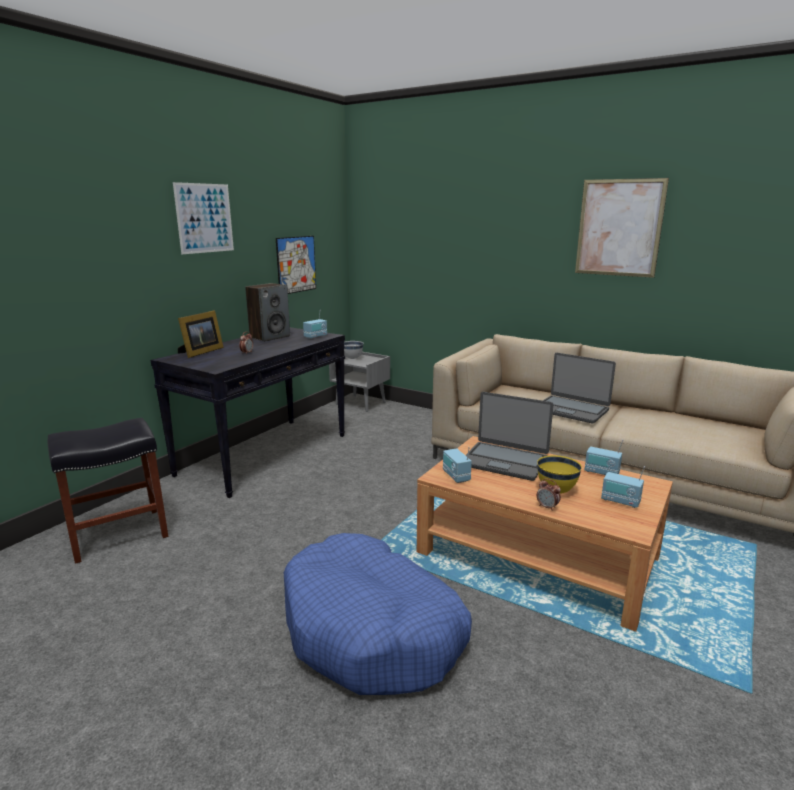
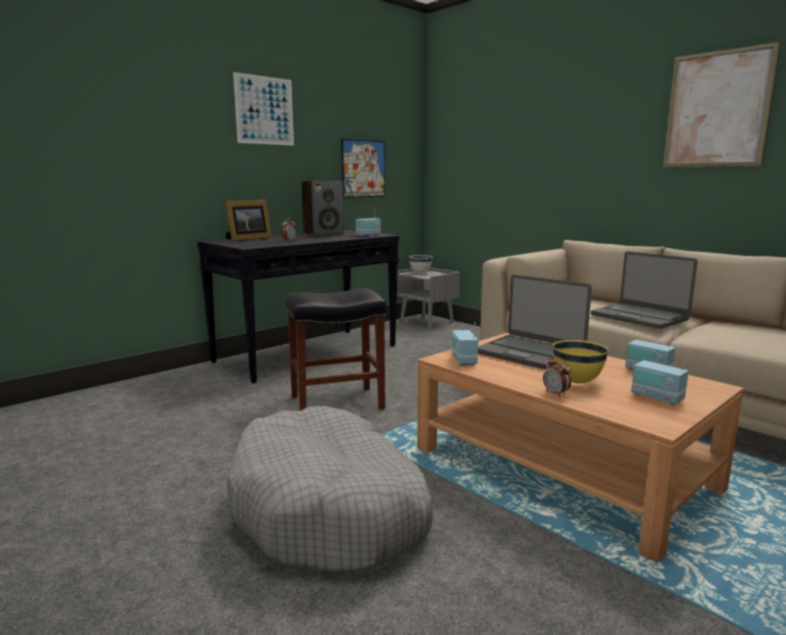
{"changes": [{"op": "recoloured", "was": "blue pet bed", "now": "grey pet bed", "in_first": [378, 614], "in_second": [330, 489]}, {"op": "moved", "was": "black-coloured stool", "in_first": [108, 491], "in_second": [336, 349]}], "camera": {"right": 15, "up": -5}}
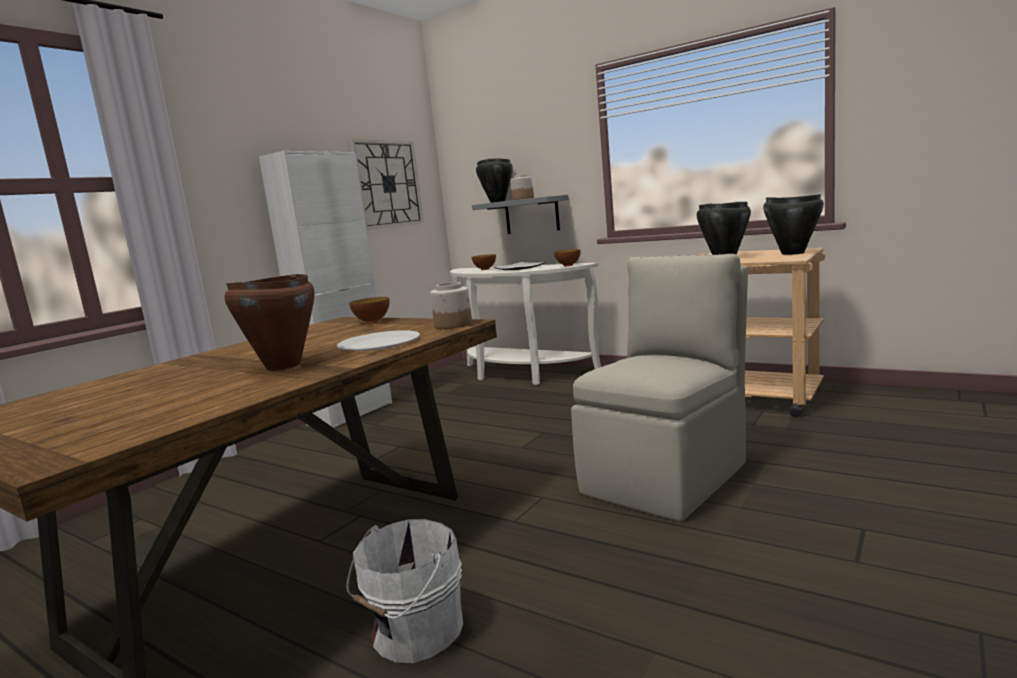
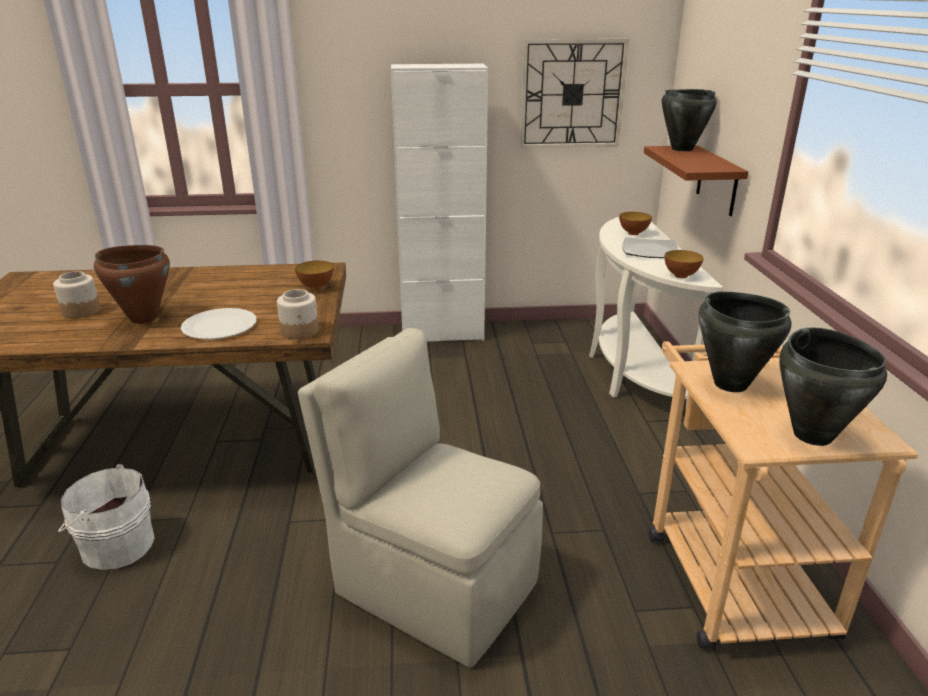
{"changes": [{"op": "moved", "was": "preserve jar", "in_first": [522, 187], "in_second": [76, 294]}, {"op": "turned", "was": "sand-coloured chair", "in_first": [659, 387], "in_second": [420, 497], "clockwise": -150}, {"op": "recoloured", "was": "grey shelf", "now": "brown shelf", "in_first": [520, 214], "in_second": [696, 180]}], "camera": {"right": 50, "up": 15}}
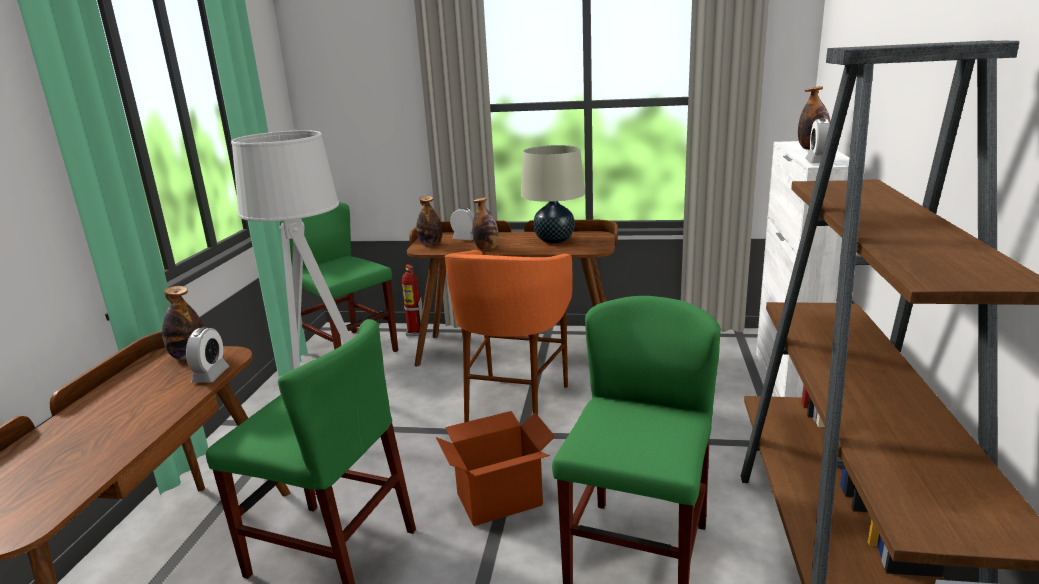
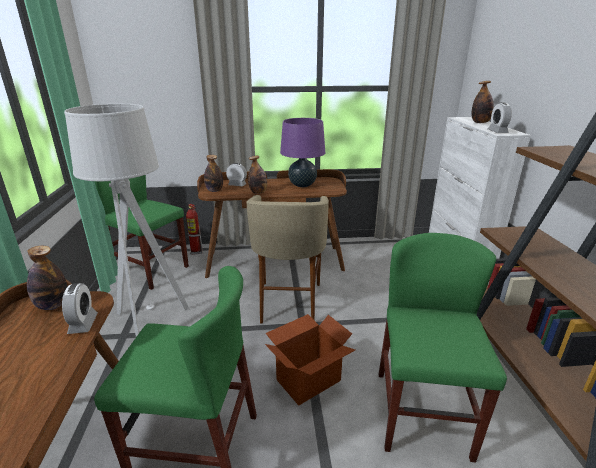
{"changes": [{"op": "recoloured", "was": "orangey stool", "now": "sand-coloured stool", "in_first": [508, 336], "in_second": [287, 259]}, {"op": "recoloured", "was": "sand-coloured table lamp", "now": "purple table lamp", "in_first": [553, 194], "in_second": [302, 152]}], "camera": {"right": -15, "up": 5}}
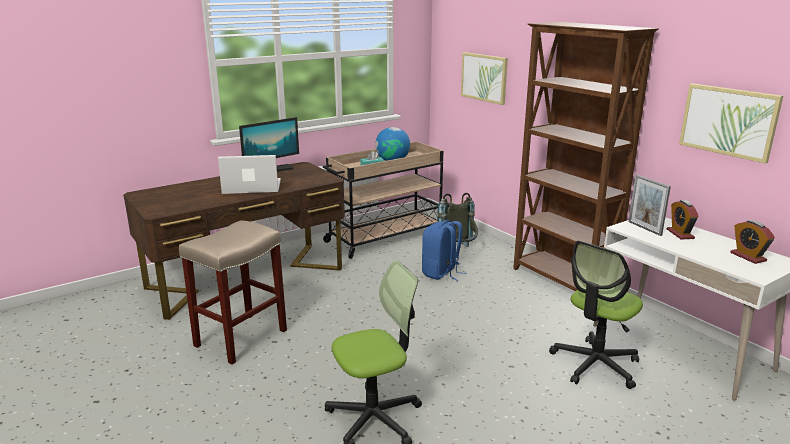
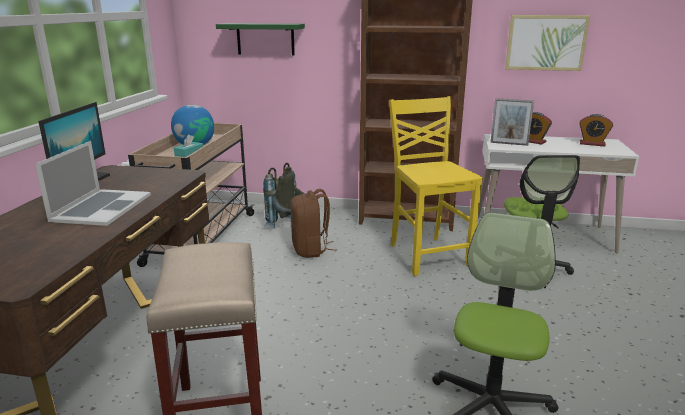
{"changes": [{"op": "turned", "was": "portable computer", "in_first": [249, 174], "in_second": [93, 183], "clockwise": 150}, {"op": "replaced", "was": "picture", "now": "green shelf", "in_first": [484, 78], "in_second": [260, 39]}, {"op": "recoloured", "was": "blue backpack", "now": "brown backpack", "in_first": [444, 250], "in_second": [314, 223]}, {"op": "added", "now": "yellow-coloured chair", "in_second": [436, 186]}], "camera": {"right": -45, "up": 0}}
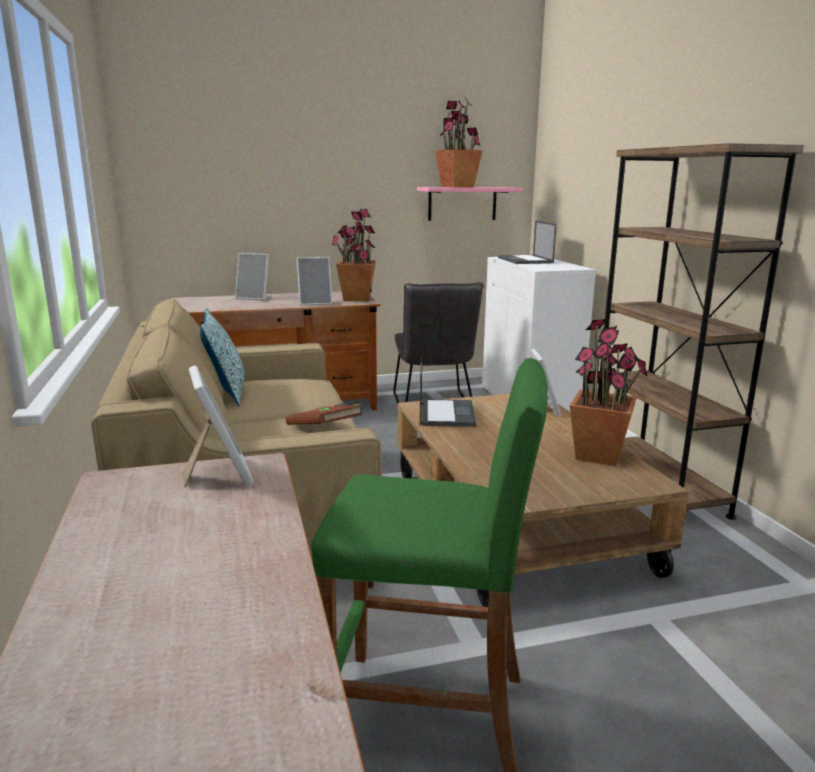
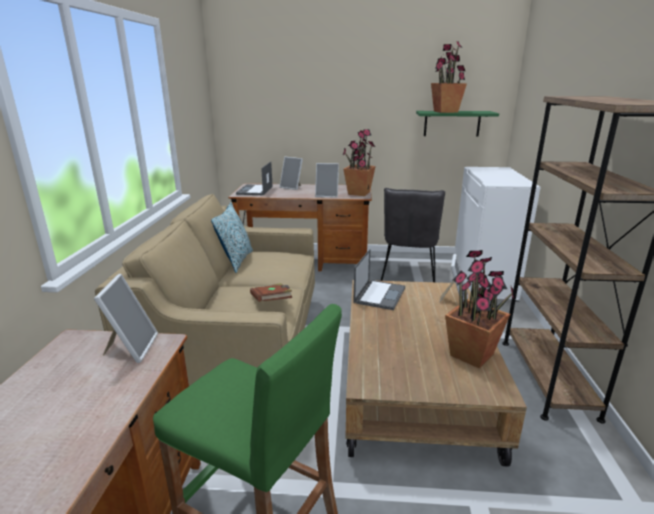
{"changes": [{"op": "moved", "was": "portable computer", "in_first": [527, 242], "in_second": [254, 178]}, {"op": "recoloured", "was": "pinkish shelf", "now": "green shelf", "in_first": [470, 204], "in_second": [457, 124]}], "camera": {"right": 20, "up": 5}}
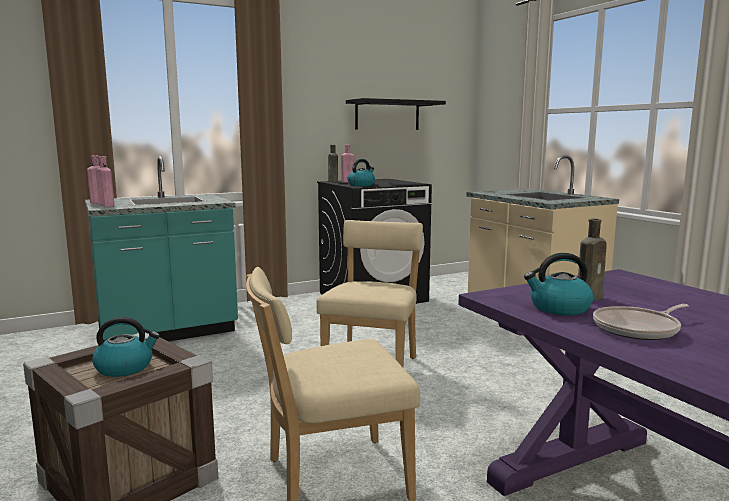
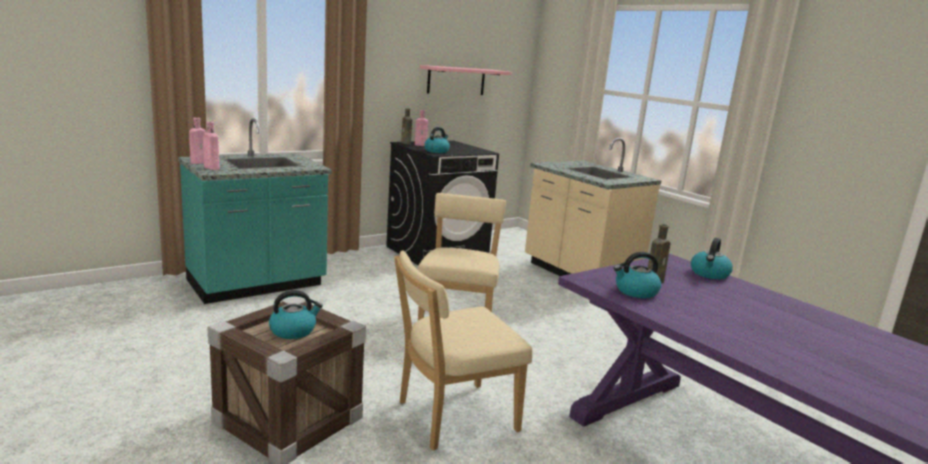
{"changes": [{"op": "recoloured", "was": "black-coloured shelf", "now": "pinkish shelf", "in_first": [396, 114], "in_second": [466, 80]}, {"op": "added", "now": "kettle", "in_second": [712, 258]}, {"op": "removed", "was": "skillet", "in_first": [641, 322]}], "camera": {"right": -10, "up": 5}}
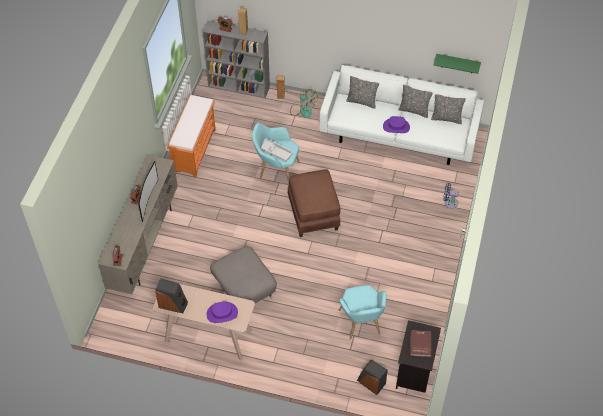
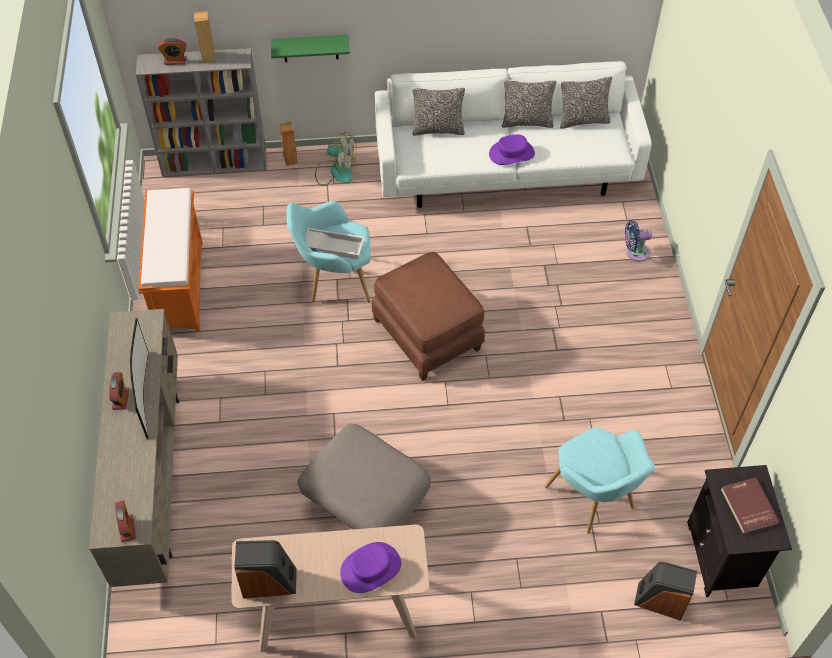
{"changes": [{"op": "moved", "was": "green shelf", "in_first": [457, 64], "in_second": [310, 48]}], "camera": {"right": -20, "up": 0}}
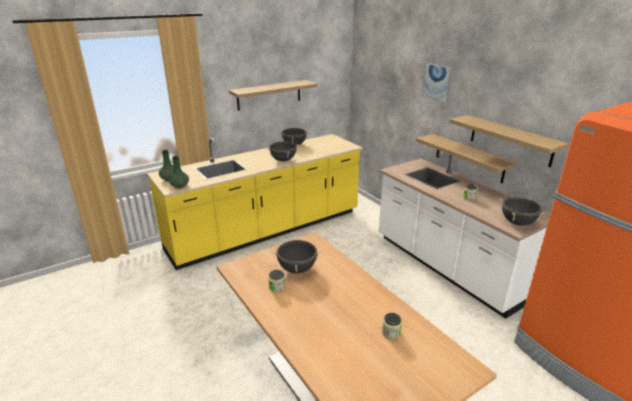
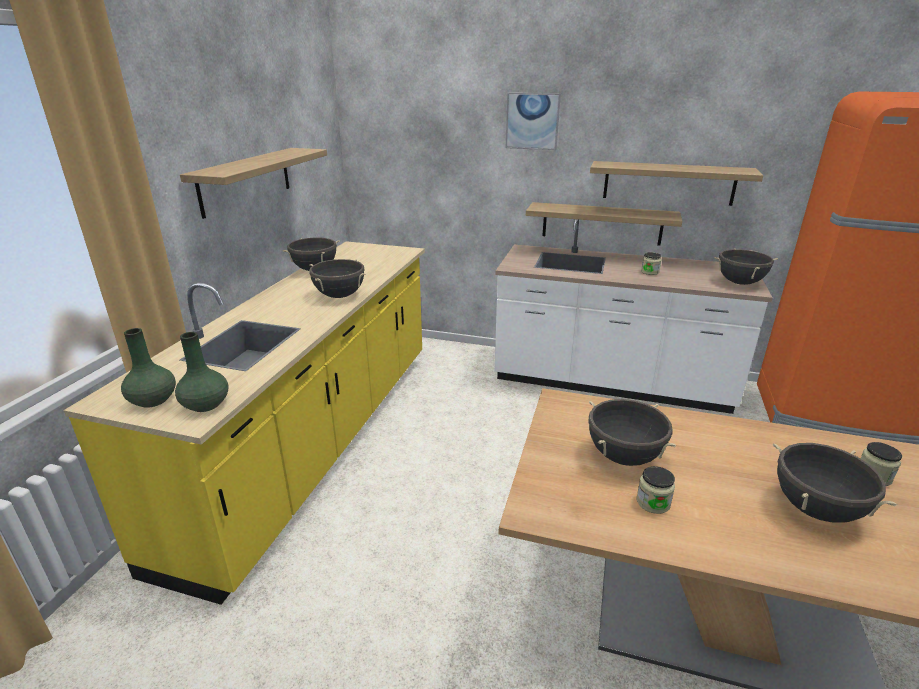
{"changes": [{"op": "added", "now": "black-coloured cooking pot", "in_second": [834, 483]}], "camera": {"right": -40, "up": 0}}
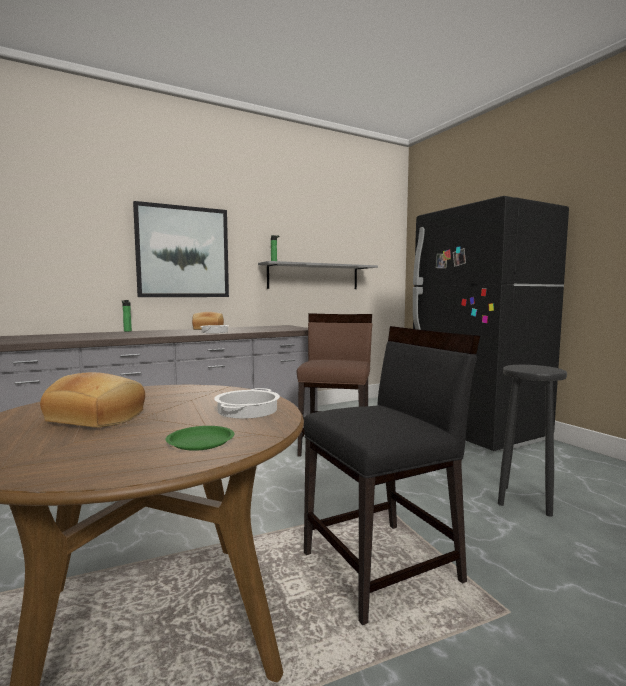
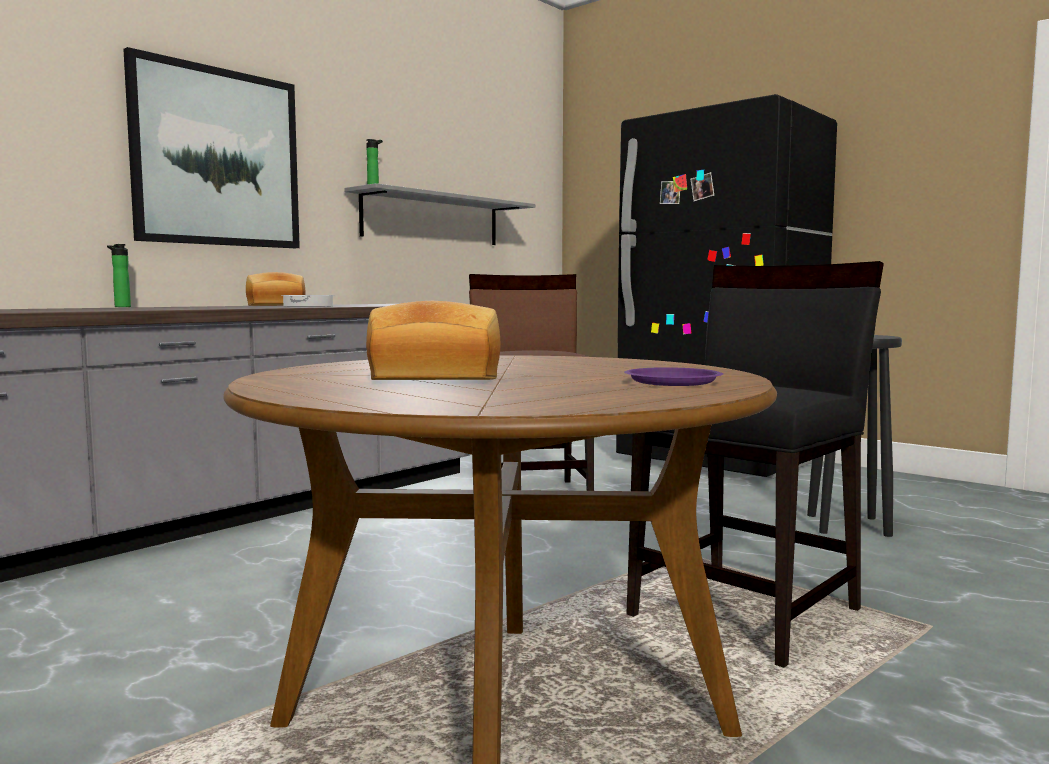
{"changes": [{"op": "recoloured", "was": "green plate", "now": "purple plate", "in_first": [200, 438], "in_second": [673, 376]}, {"op": "removed", "was": "cooking pot", "in_first": [247, 403]}], "camera": {"right": -20, "up": 0}}
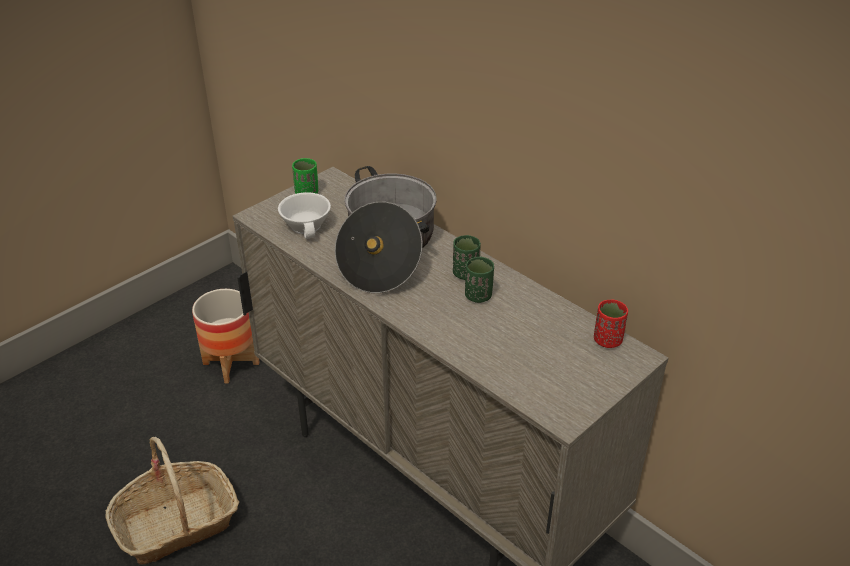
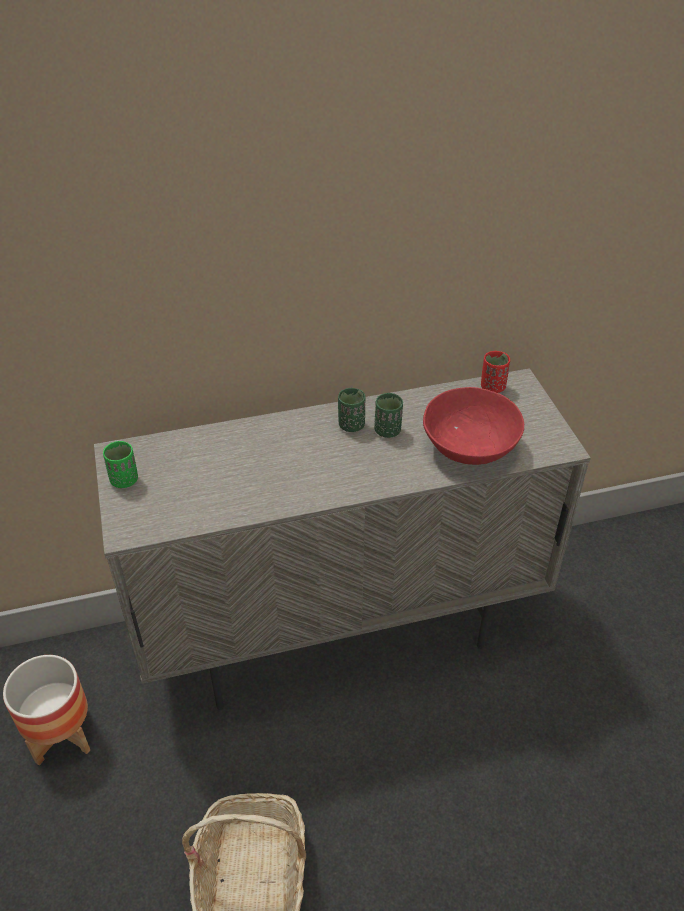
{"changes": [{"op": "added", "now": "red-coloured bowl", "in_second": [473, 426]}, {"op": "removed", "was": "whitish small cup", "in_first": [304, 215]}, {"op": "removed", "was": "cooking pot", "in_first": [386, 229]}], "camera": {"right": -60, "up": 5}}
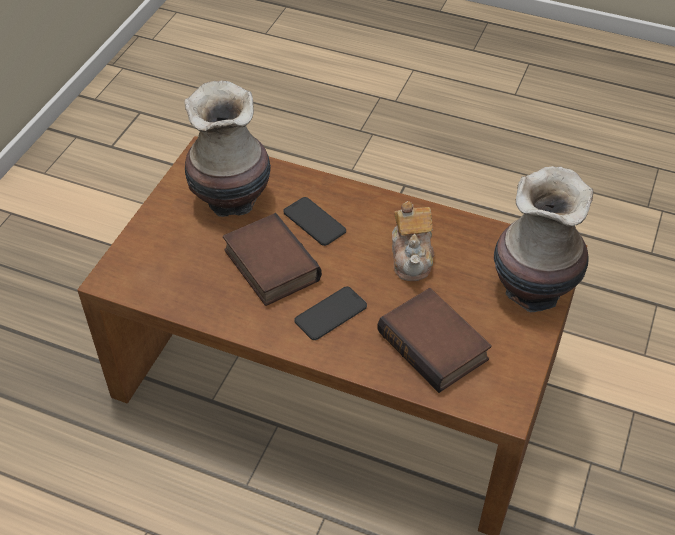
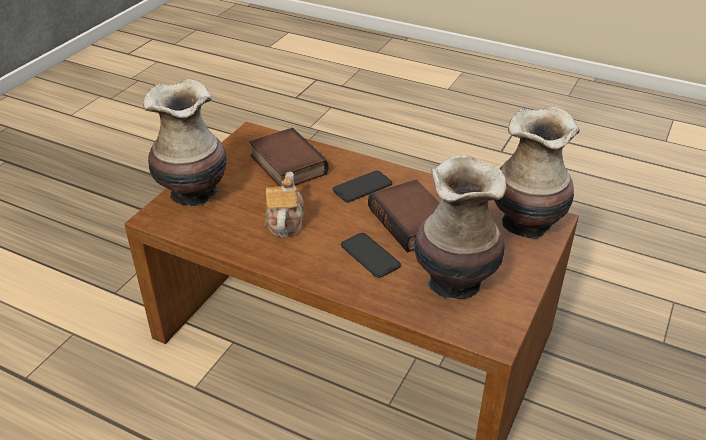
{"changes": [{"op": "added", "now": "flower vase", "in_second": [537, 172]}], "camera": {"right": -175, "up": -10}}
